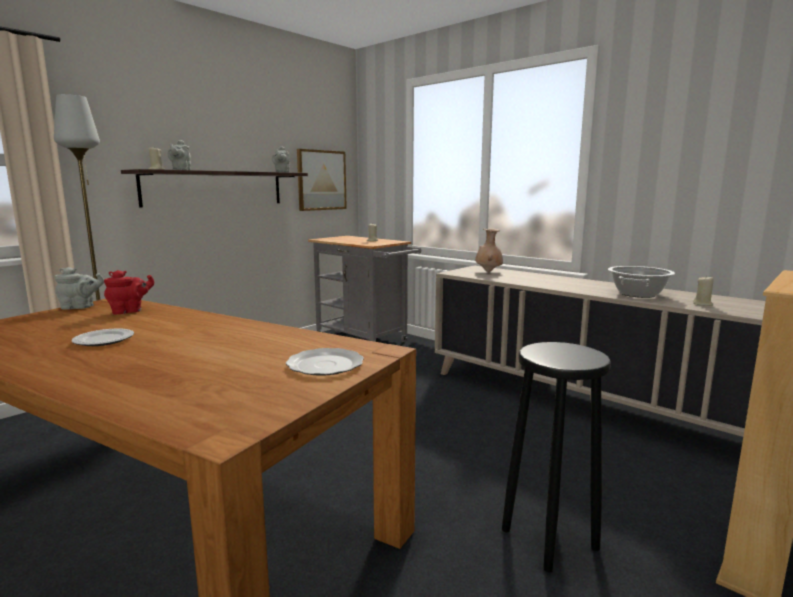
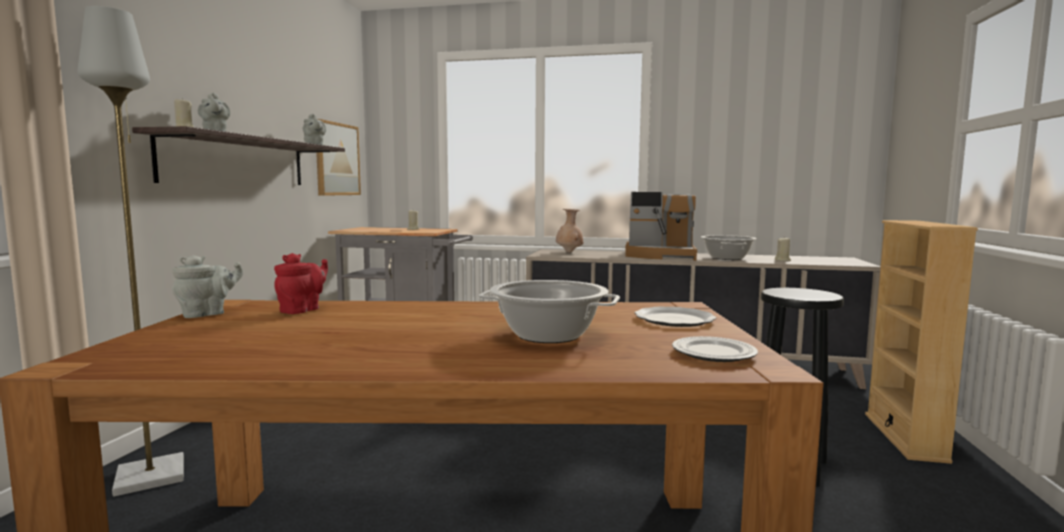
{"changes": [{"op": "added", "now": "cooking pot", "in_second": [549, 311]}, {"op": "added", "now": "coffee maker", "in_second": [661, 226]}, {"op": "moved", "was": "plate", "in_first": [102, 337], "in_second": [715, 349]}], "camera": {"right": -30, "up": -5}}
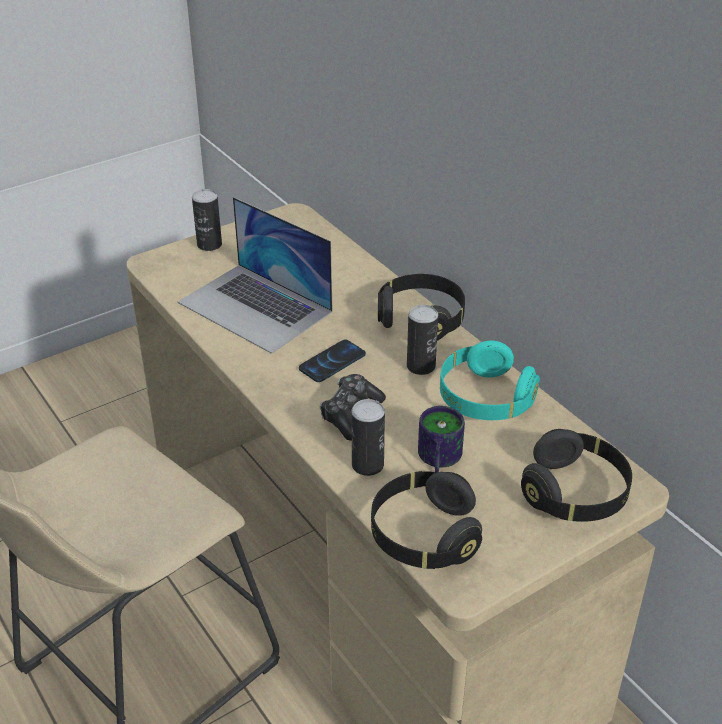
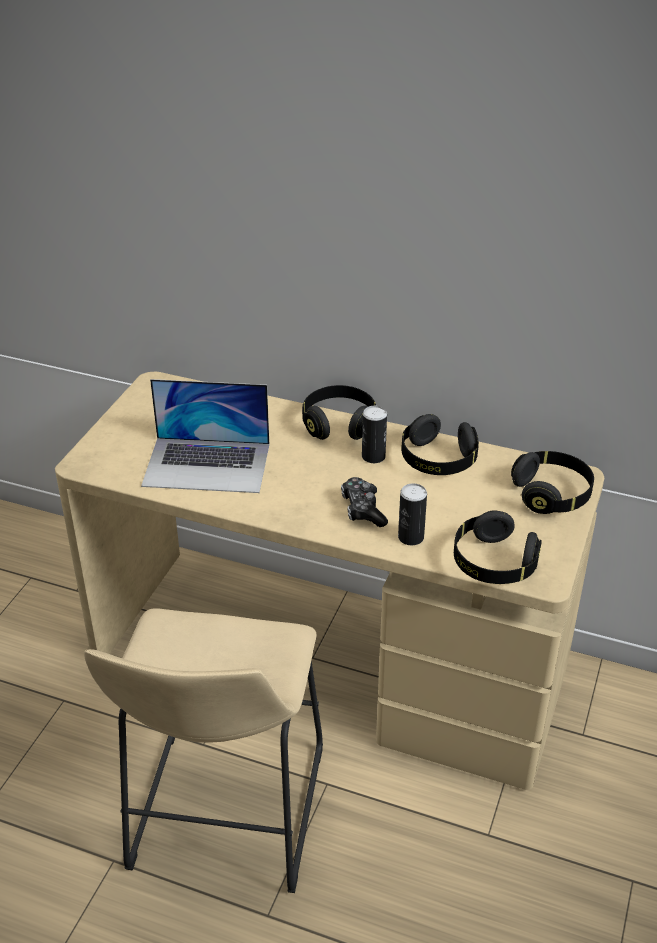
{"changes": [{"op": "recoloured", "was": "turquoise pair of headphones", "now": "black-coloured pair of headphones", "in_first": [490, 380], "in_second": [440, 444]}, {"op": "removed", "was": "sealed can", "in_first": [207, 220]}, {"op": "removed", "was": "telephone", "in_first": [332, 360]}, {"op": "removed", "was": "coffee mug", "in_first": [441, 439]}], "camera": {"right": -35, "up": 0}}
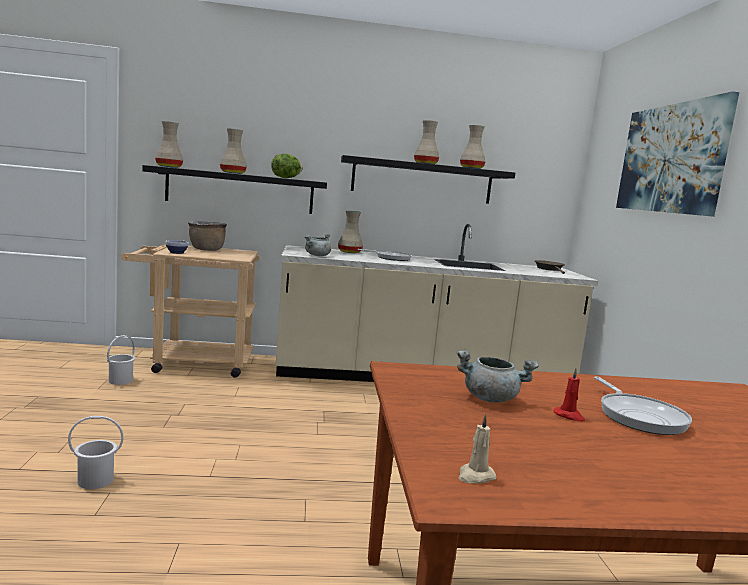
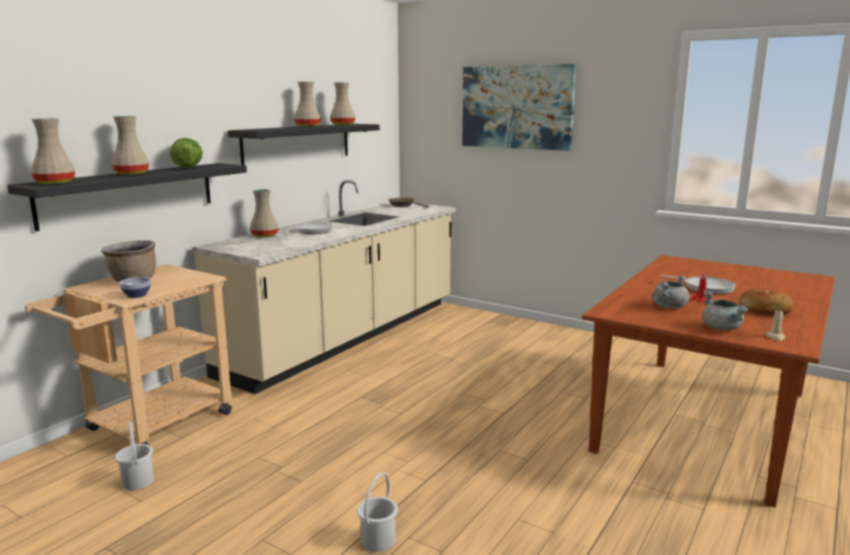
{"changes": [{"op": "moved", "was": "grey cooking pot", "in_first": [318, 244], "in_second": [725, 310]}, {"op": "added", "now": "bakery bread", "in_second": [766, 302]}], "camera": {"right": -50, "up": 5}}
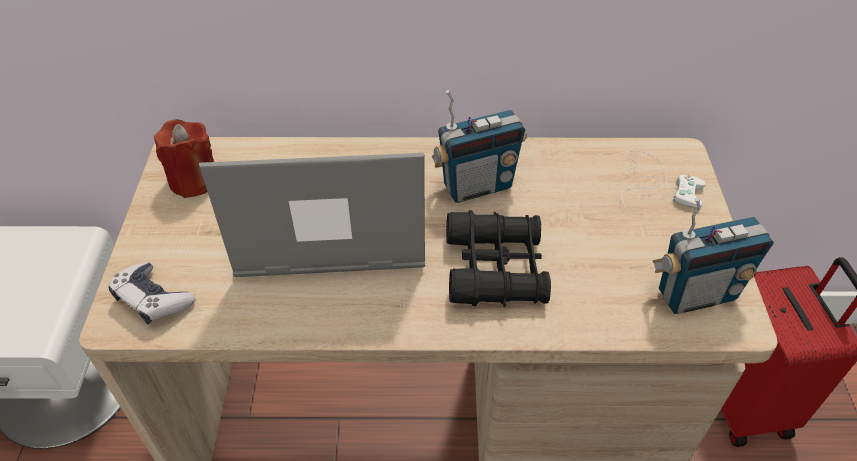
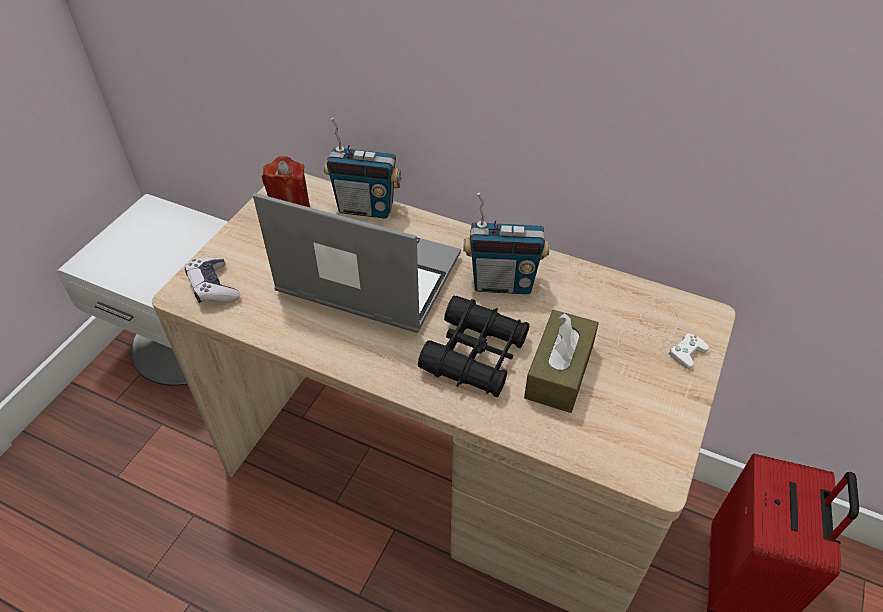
{"changes": [{"op": "moved", "was": "radio set", "in_first": [713, 255], "in_second": [362, 168]}, {"op": "added", "now": "brown tissue box", "in_second": [561, 361]}], "camera": {"right": 25, "up": 0}}
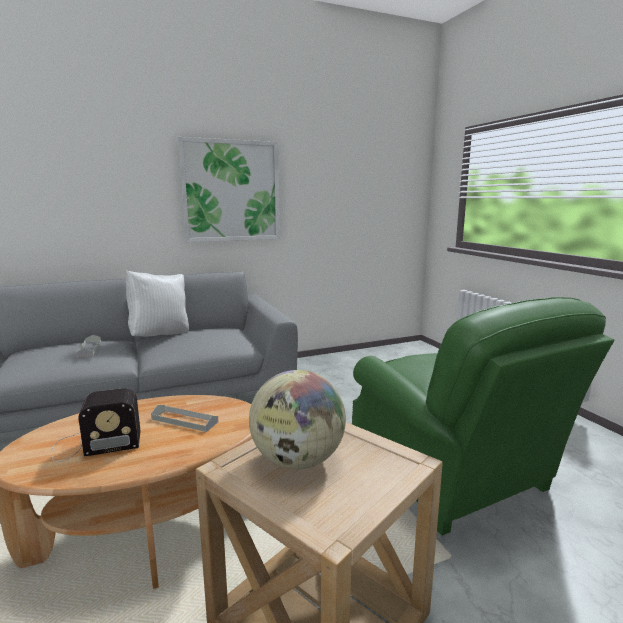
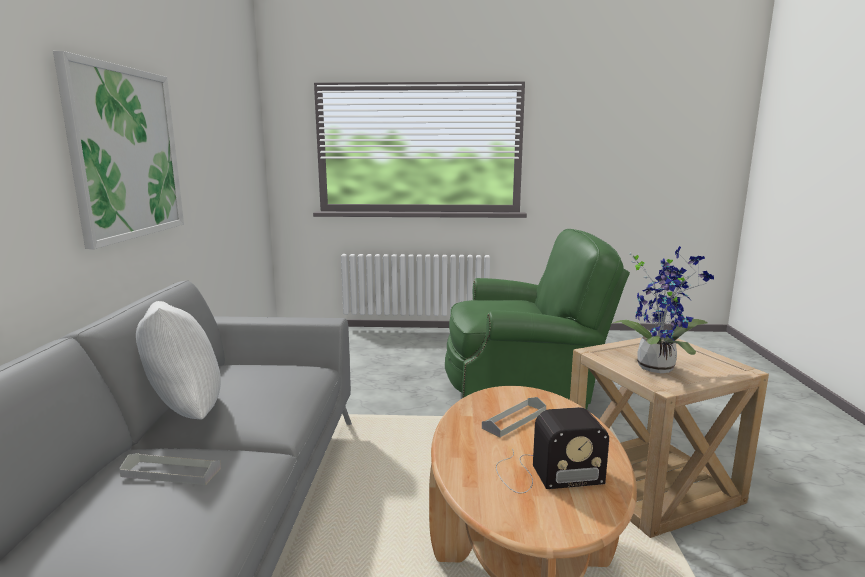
{"changes": [{"op": "turned", "was": "radio set", "in_first": [95, 425], "in_second": [552, 450], "clockwise": 75}, {"op": "replaced", "was": "world globe", "now": "plant in a pot", "in_first": [297, 420], "in_second": [662, 309]}], "camera": {"right": -65, "up": 0}}
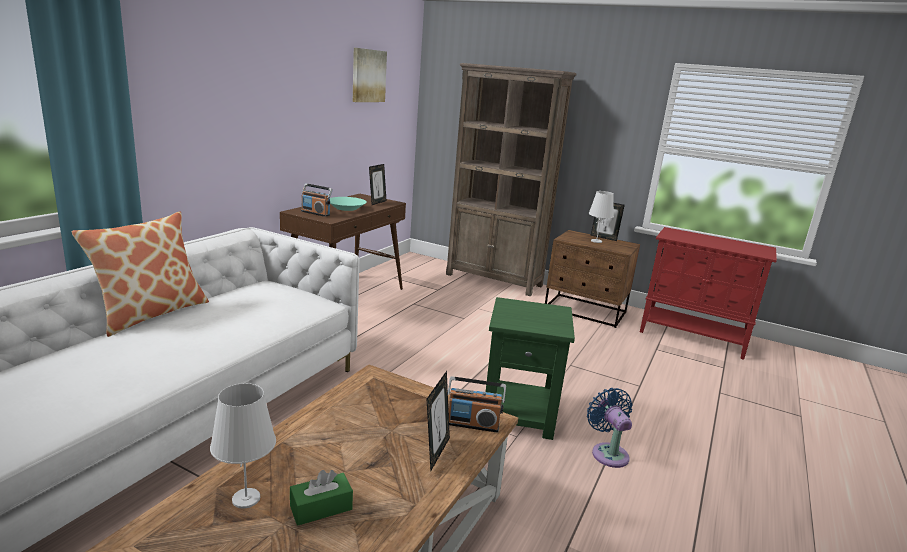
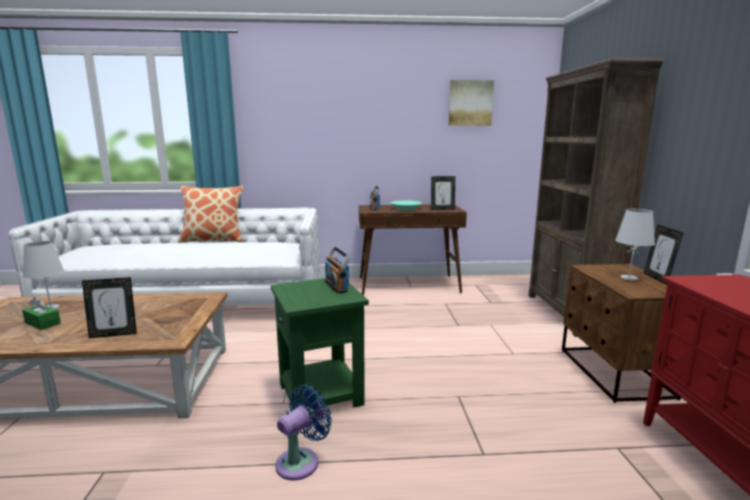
{"changes": [{"op": "moved", "was": "radio set", "in_first": [477, 404], "in_second": [337, 269]}], "camera": {"right": 60, "up": -5}}
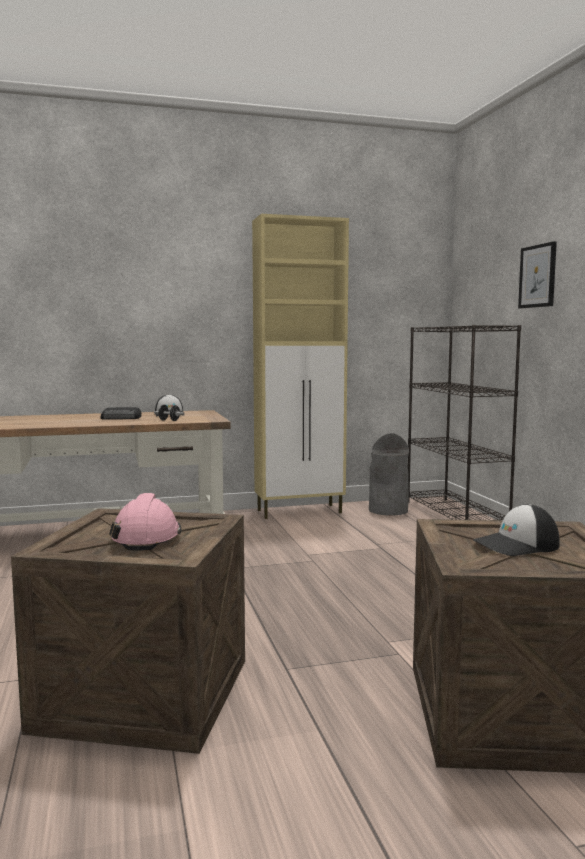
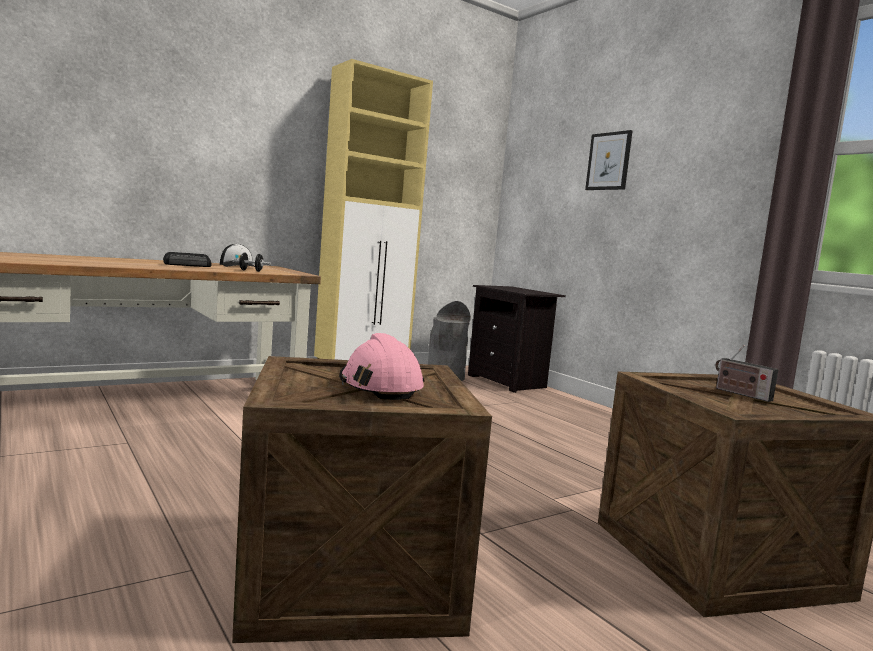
{"changes": [{"op": "replaced", "was": "black-coloured bookcase", "now": "black-coloured nightstand", "in_first": [464, 422], "in_second": [517, 339]}, {"op": "replaced", "was": "peaked cap", "now": "radio set", "in_first": [516, 530], "in_second": [746, 373]}], "camera": {"right": -20, "up": 0}}
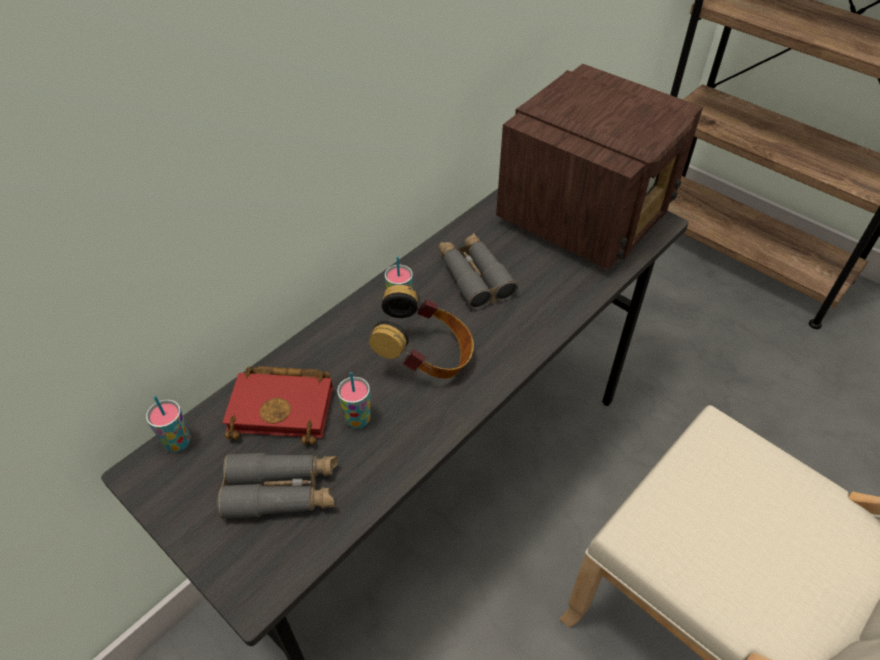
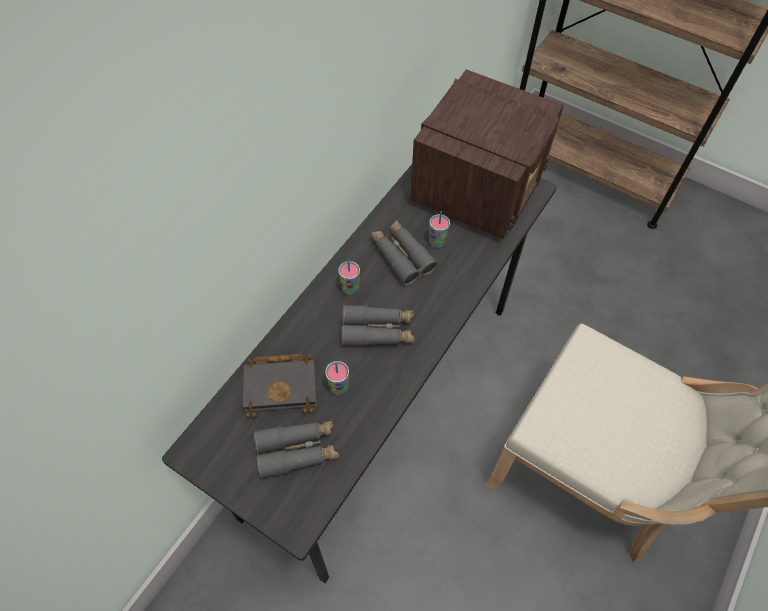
{"changes": [{"op": "recoloured", "was": "red-coloured volume", "now": "black-coloured volume", "in_first": [277, 405], "in_second": [280, 386]}, {"op": "replaced", "was": "pair of headphones", "now": "grey field glasses", "in_first": [421, 332], "in_second": [378, 325]}, {"op": "moved", "was": "small cup", "in_first": [168, 424], "in_second": [439, 229]}], "camera": {"right": -10, "up": 10}}
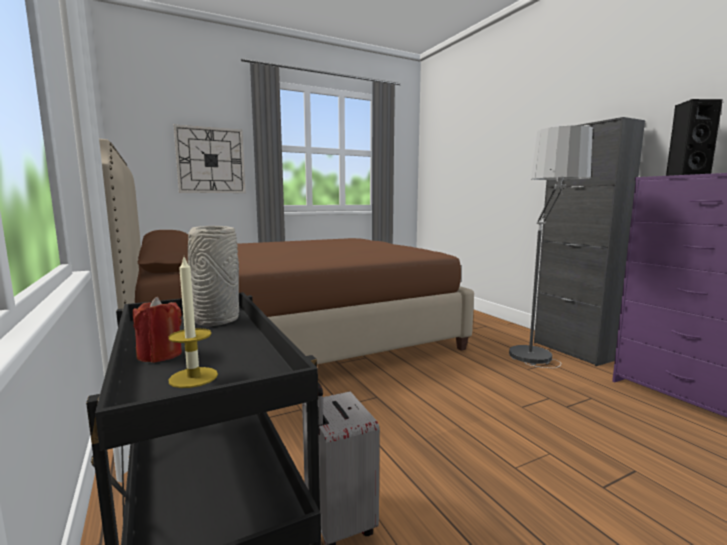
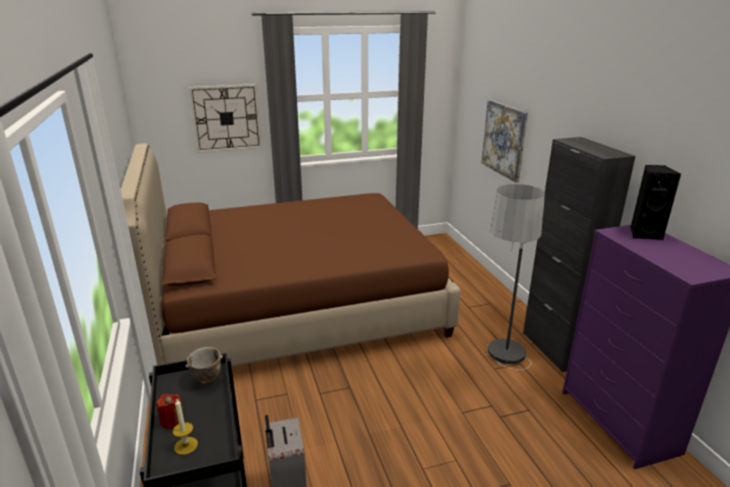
{"changes": [{"op": "replaced", "was": "grey flower vase", "now": "bowl", "in_first": [213, 276], "in_second": [204, 365]}, {"op": "added", "now": "picture", "in_second": [505, 141]}], "camera": {"right": 10, "up": 15}}
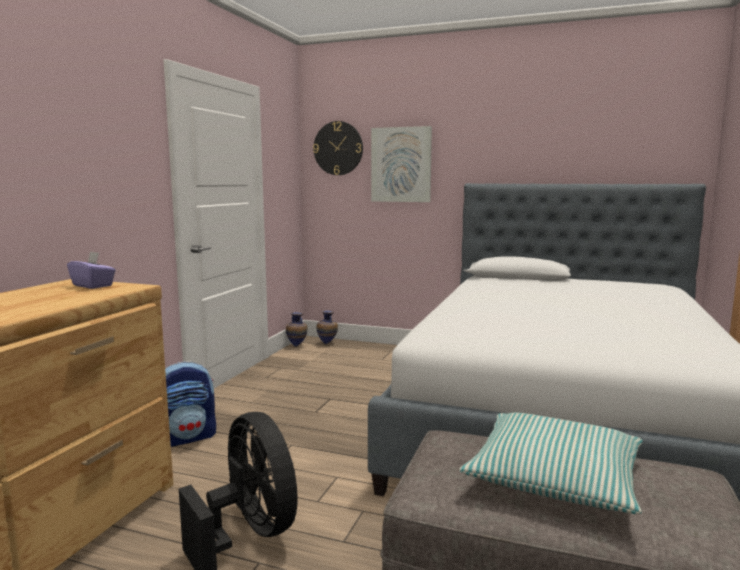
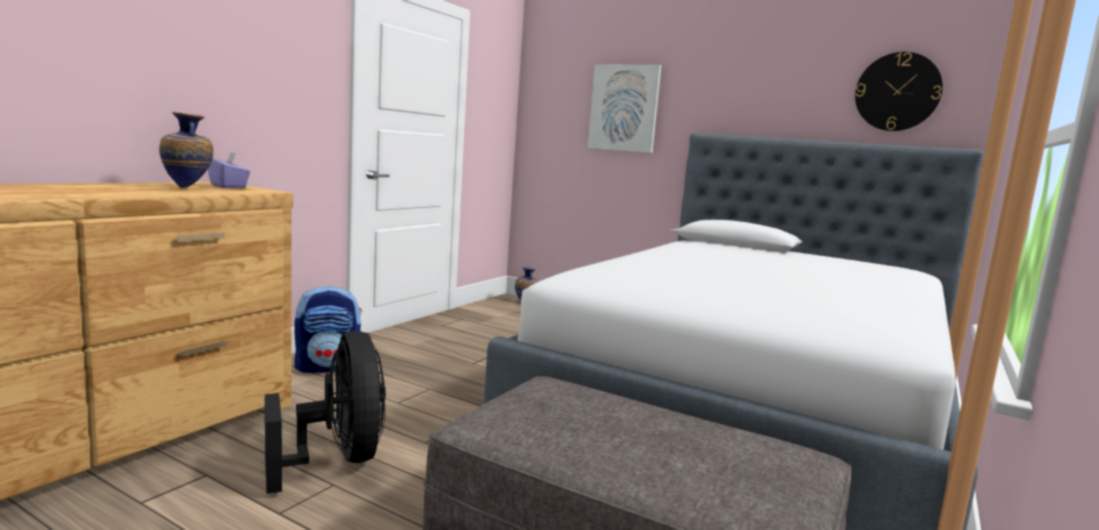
{"changes": [{"op": "moved", "was": "flower vase", "in_first": [296, 329], "in_second": [186, 150]}, {"op": "moved", "was": "wall clock", "in_first": [338, 148], "in_second": [899, 91]}, {"op": "removed", "was": "pillow", "in_first": [551, 463]}], "camera": {"right": 10, "up": 0}}
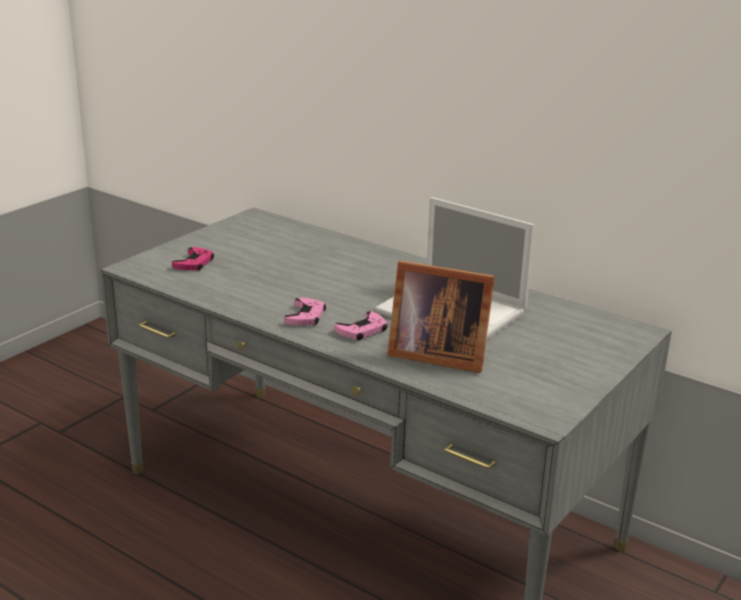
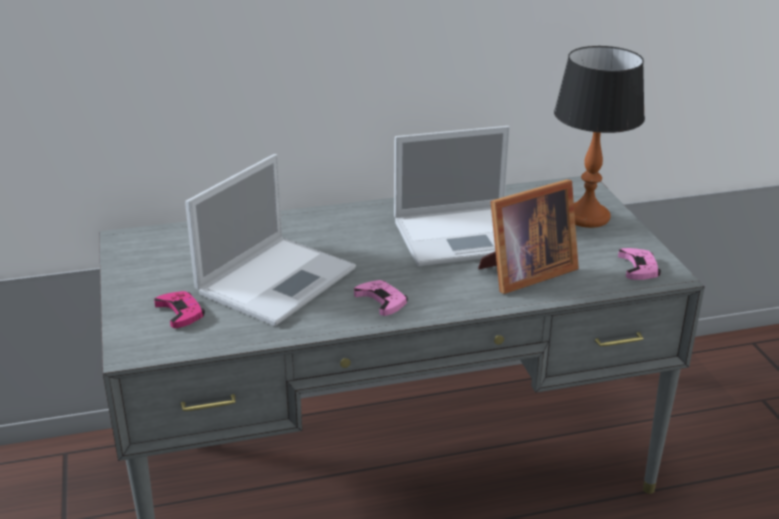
{"changes": [{"op": "added", "now": "portable computer", "in_second": [270, 240]}, {"op": "added", "now": "table lamp", "in_second": [599, 137]}, {"op": "moved", "was": "pinkish game controller", "in_first": [361, 325], "in_second": [639, 264]}], "camera": {"right": -50, "up": 5}}
